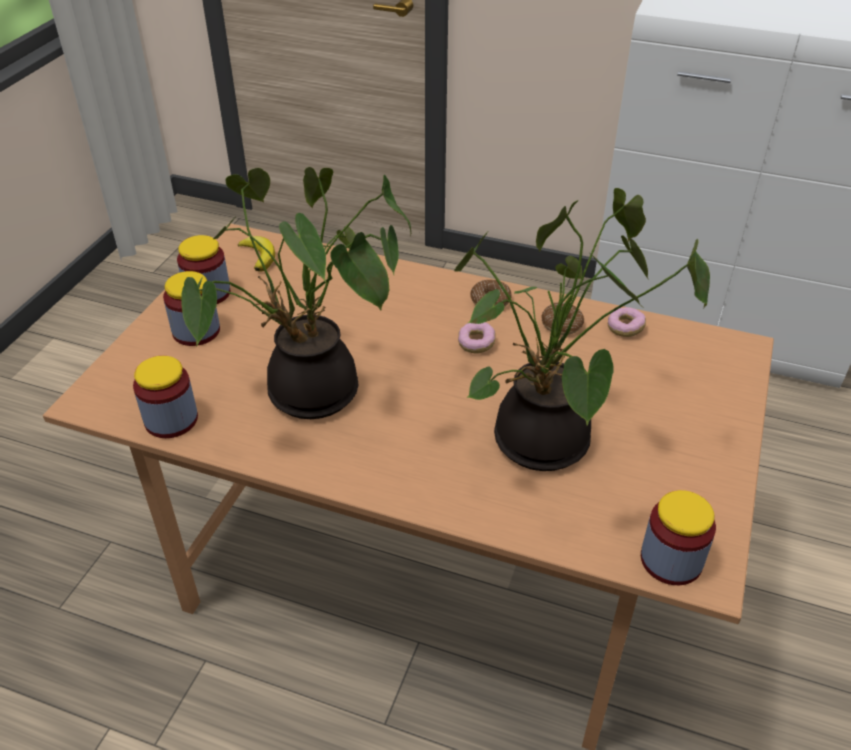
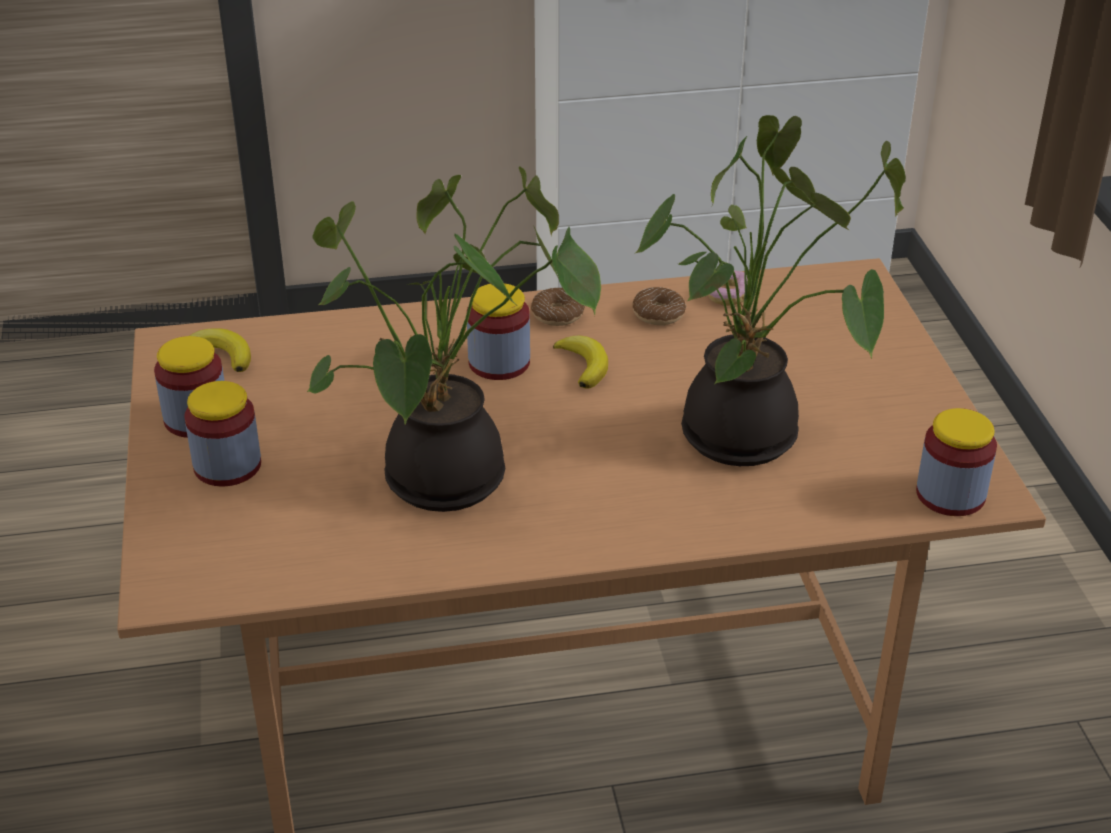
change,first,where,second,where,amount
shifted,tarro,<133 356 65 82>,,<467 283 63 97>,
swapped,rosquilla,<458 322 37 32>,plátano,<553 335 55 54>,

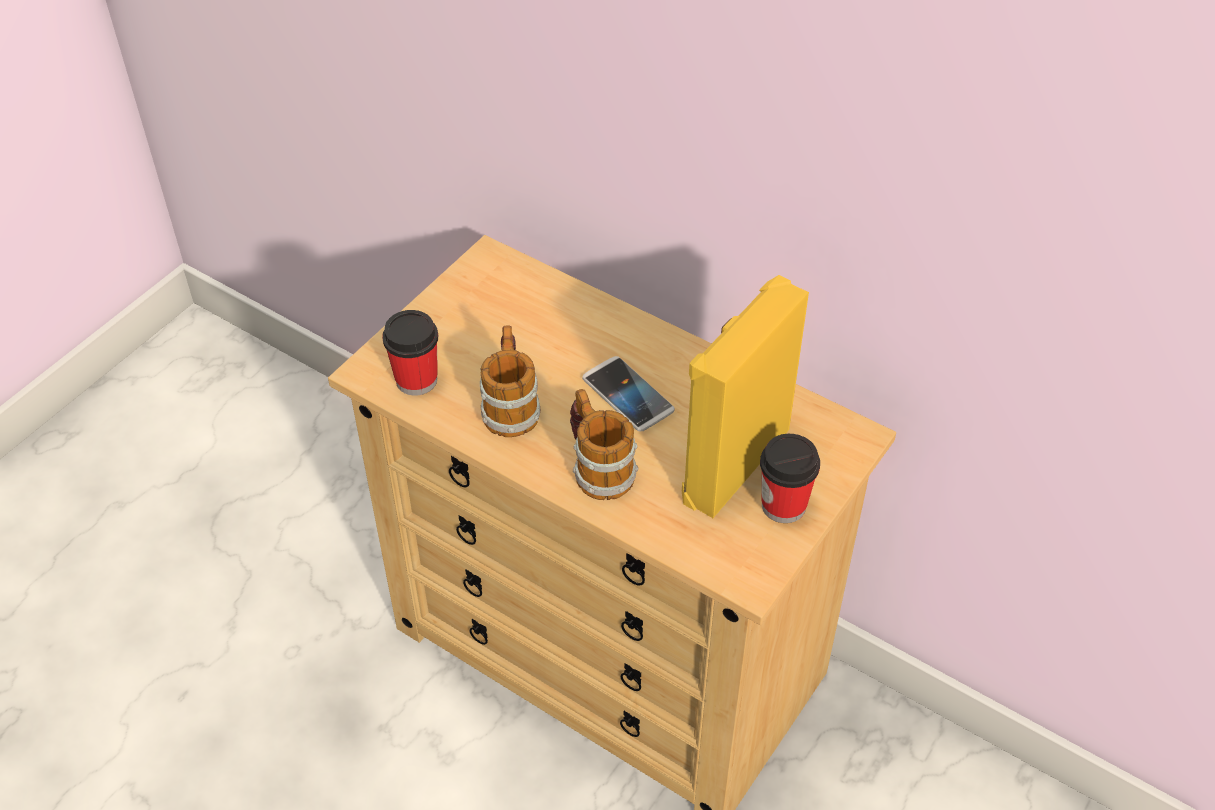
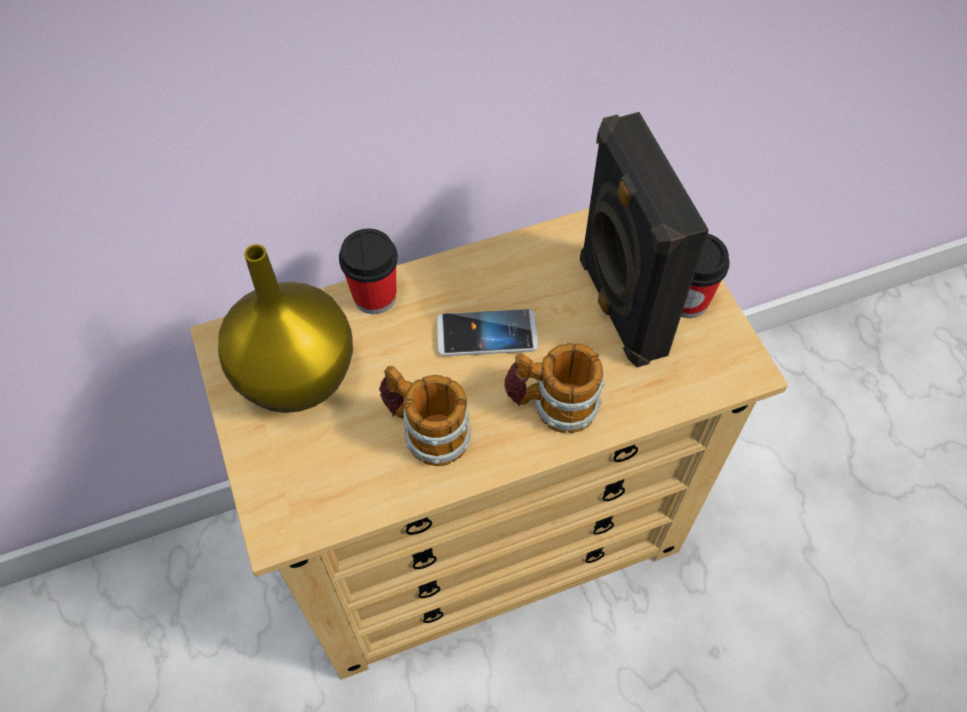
change,first,where,second,where,amount
new,,,florero/amarillo,<218 244 135 169>,
shifted,taza,<382 310 56 85>,,<339 229 59 85>,
repainted,altavoz/amarillo,<682 275 127 243>,altavoz/negro,<580 112 129 256>,

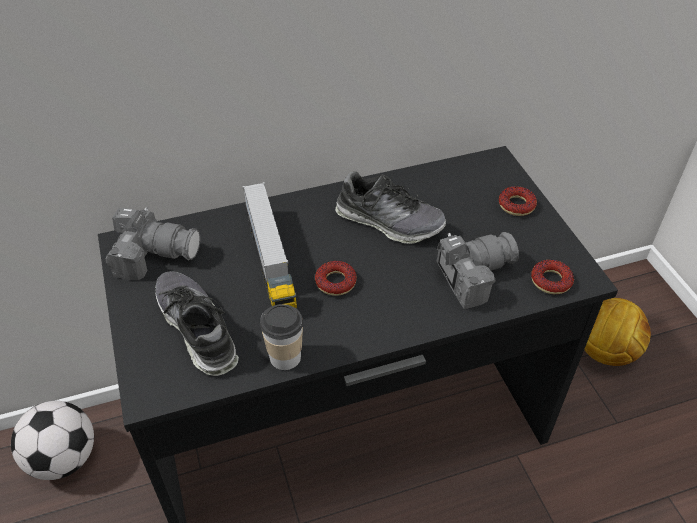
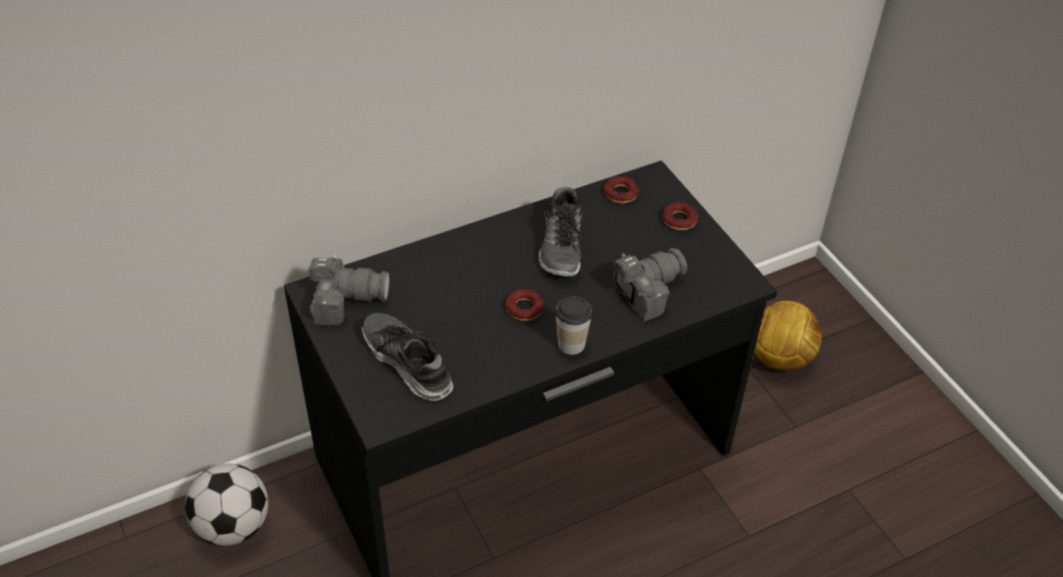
change,first,where,second,where,amount
rotated,zapato,<335 171 111 73>,,<539 187 43 90>,75 degrees clockwise
shifted,taza,<260 304 43 66>,,<556 296 36 59>,
shifted,rosquilla,<531 259 43 35>,,<604 176 35 28>,
gone,camión de juguete,<242 182 55 127>,,,

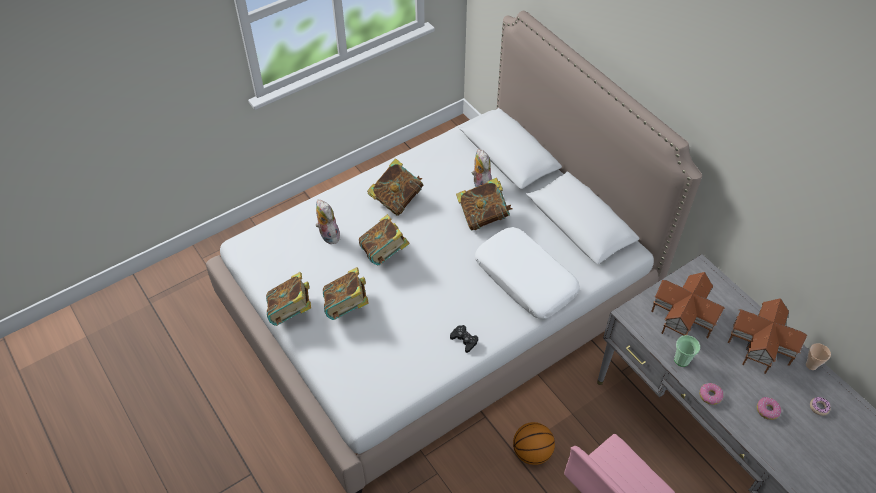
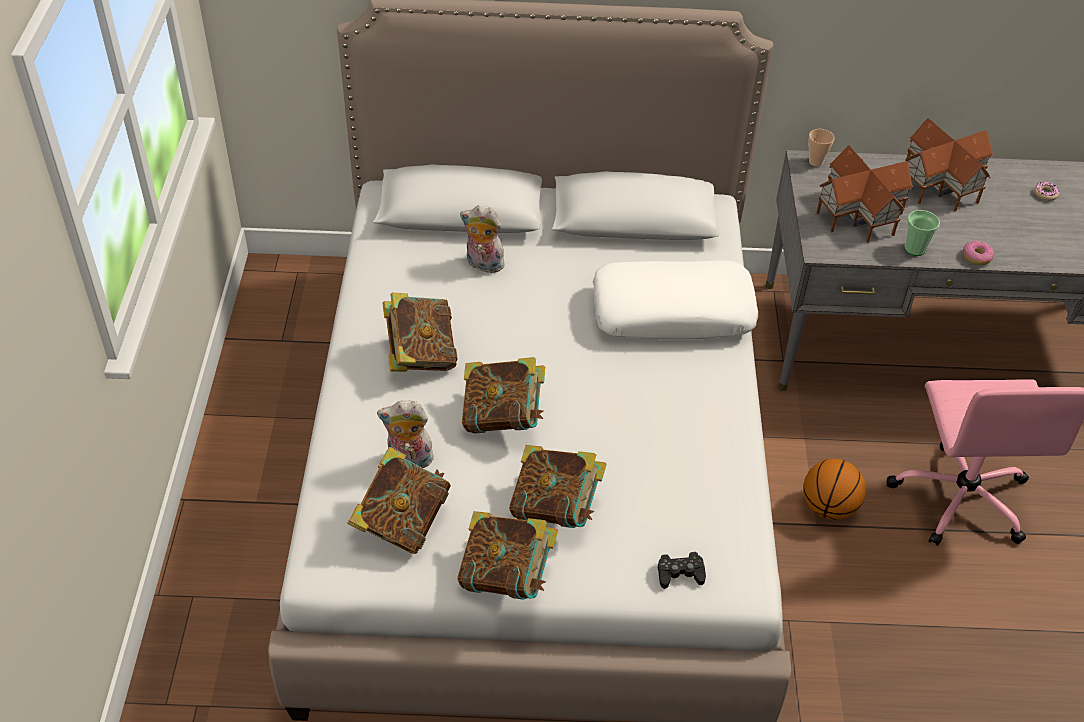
change,first,where,second,where,amount
shifted,libro,<456 178 56 52>,,<347 447 104 107>,
shifted,mando de consola/negro,<450 325 28 28>,,<658 552 48 37>,
shifted,taza,<806 343 25 27>,,<809 129 26 38>,
gone,rosquilla,<757 397 24 23>,,,

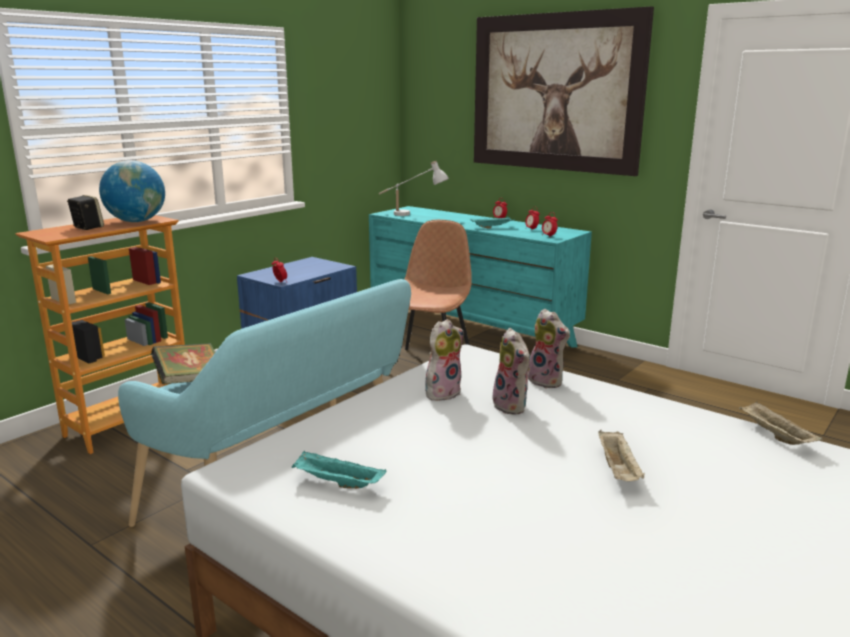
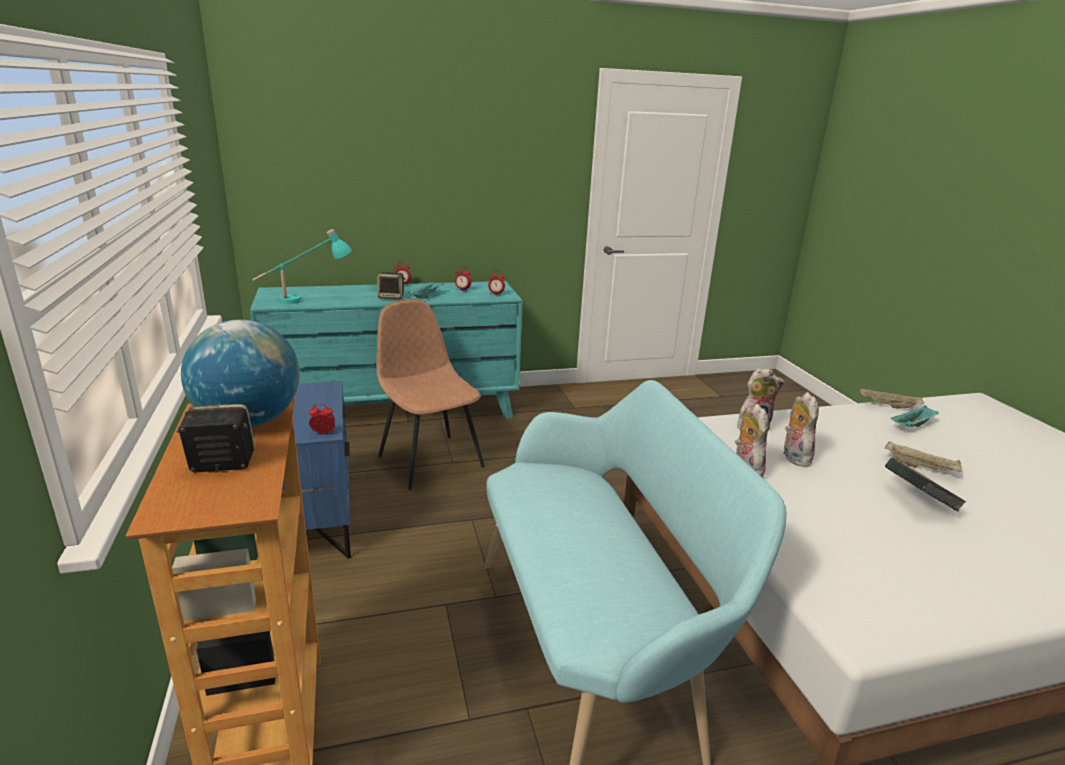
change,first,where,second,where,amount
repainted,lámpara de mesa/blanco,<379 161 70 55>,lámpara de mesa/turquesa,<252 229 100 75>,
new,,,altavoz,<377 272 28 27>,
rotated,peluche,<493 328 37 87>,,<783 392 36 75>,105 degrees counterclockwise
shifted,libro,<151 343 64 41>,,<885 457 81 54>,
shifted,bandeja/turquesa,<292 451 94 38>,,<890 406 49 21>,
gone,cuadro,<474 6 180 170>,,,

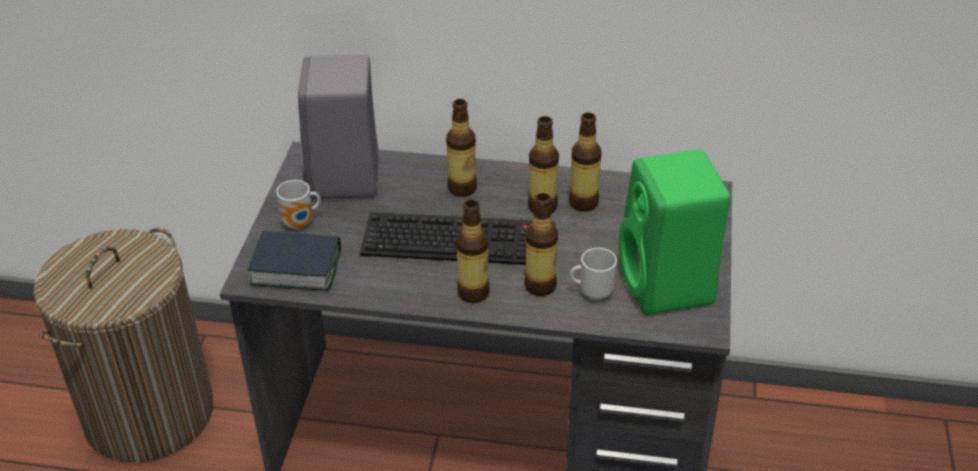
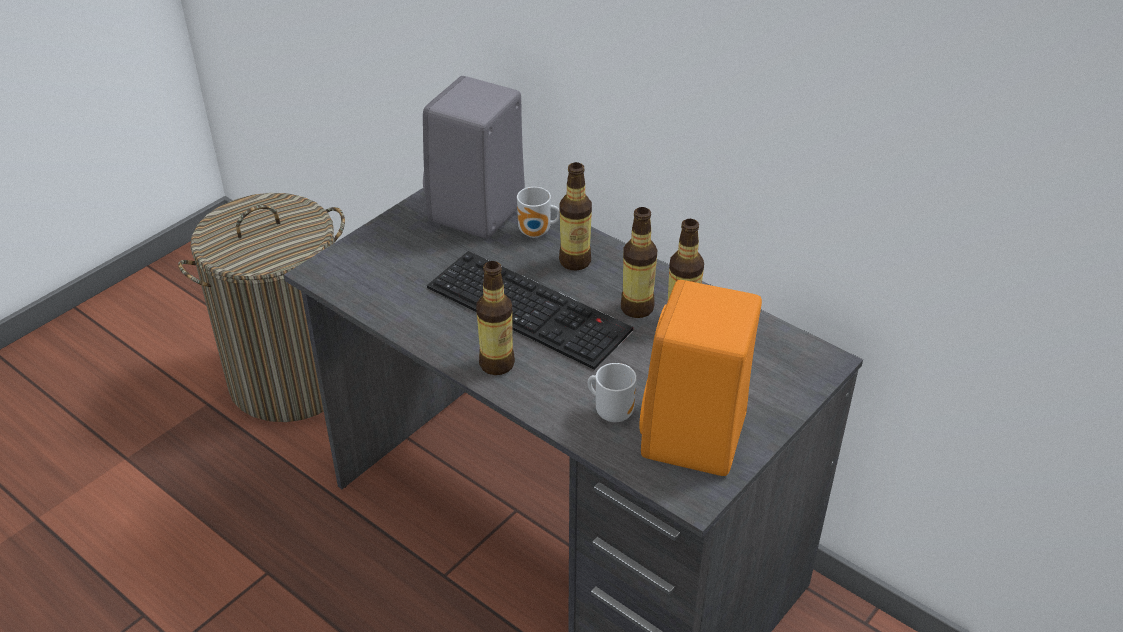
change,first,where,second,where,amount
shifted,taza grande,<276 180 45 49>,,<517 187 43 51>,
repainted,altavoz/verde,<619 150 111 165>,altavoz/naranja,<639 280 123 196>,
gone,libro,<248 231 93 60>,,,
gone,botella,<524 193 34 103>,,,

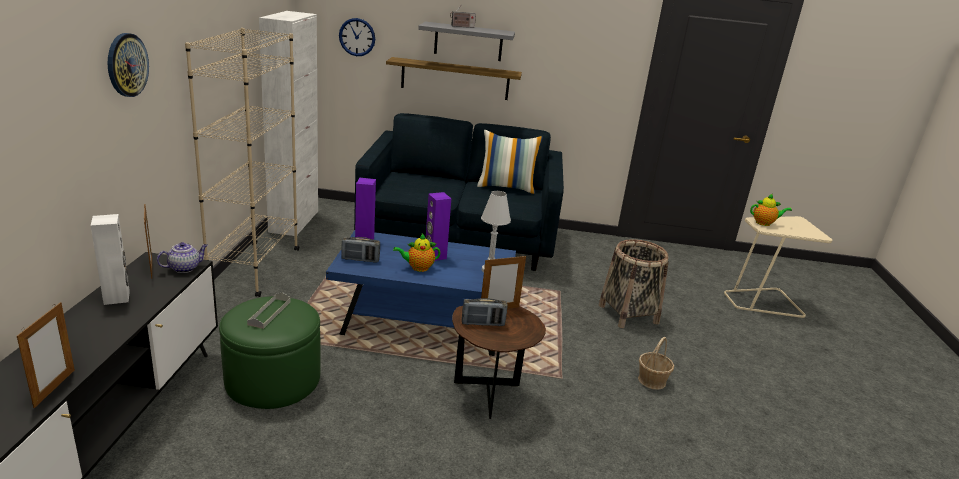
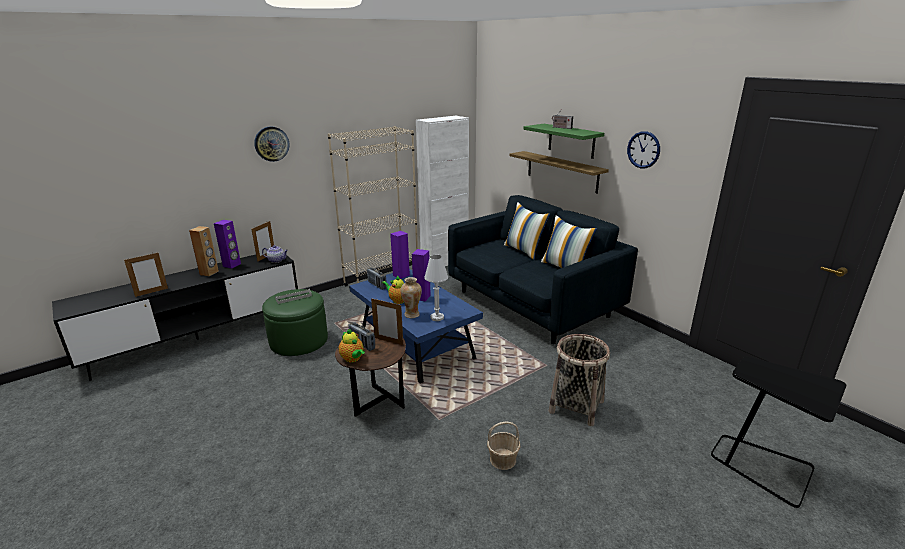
change,first,where,second,where,amount
new,,,altavoz/marrón,<189 226 30 50>,
repainted,altavoz/blanco,<90 214 40 91>,altavoz/morado,<214 220 27 49>,
shifted,tetera,<750 194 42 32>,,<339 329 26 34>,
new,,,florero,<400 277 22 41>,
new,,,cojín,<504 202 46 58>,
repainted,estante/gris,<418 22 97 39>,estante/verde,<523 124 81 35>,
shifted,reloj de pared,<339 18 36 38>,,<627 131 33 37>,
repainted,mesa auxiliar/beis,<724 216 109 102>,mesa auxiliar/negro,<711 357 135 151>,

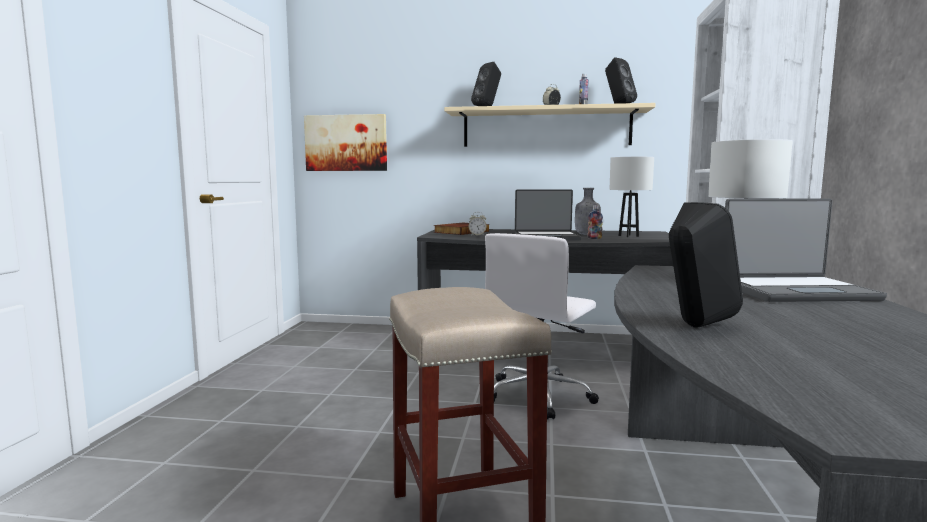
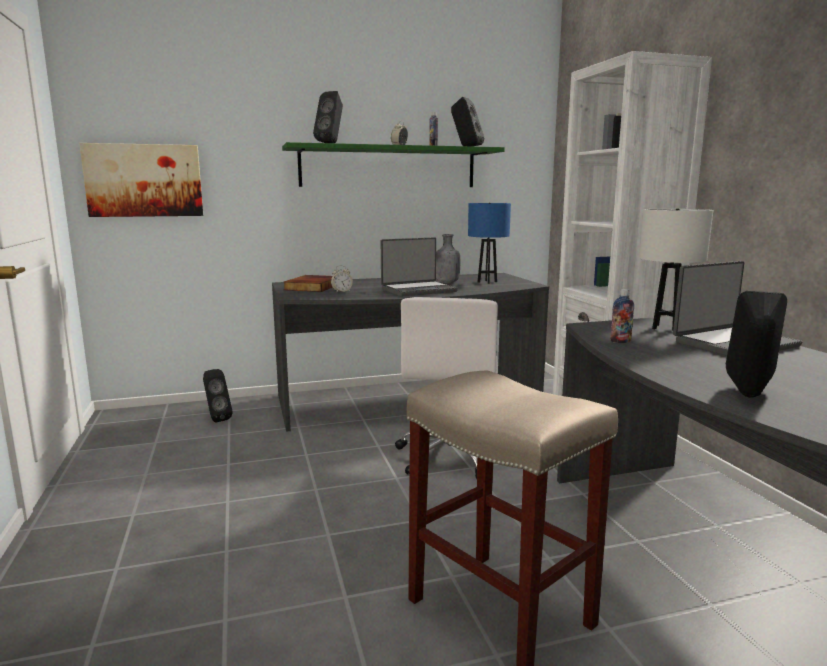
change,first,where,second,where,amount
new,,,altavoz/negro,<203 369 30 54>,
repainted,estante/beis,<444 103 212 44>,estante/verde,<282 142 223 45>,
repainted,lámpara de mesa/blanco,<609 157 45 80>,lámpara de mesa/azul,<468 203 43 81>,
shifted,botella,<587 205 16 34>,,<610 289 24 54>,

